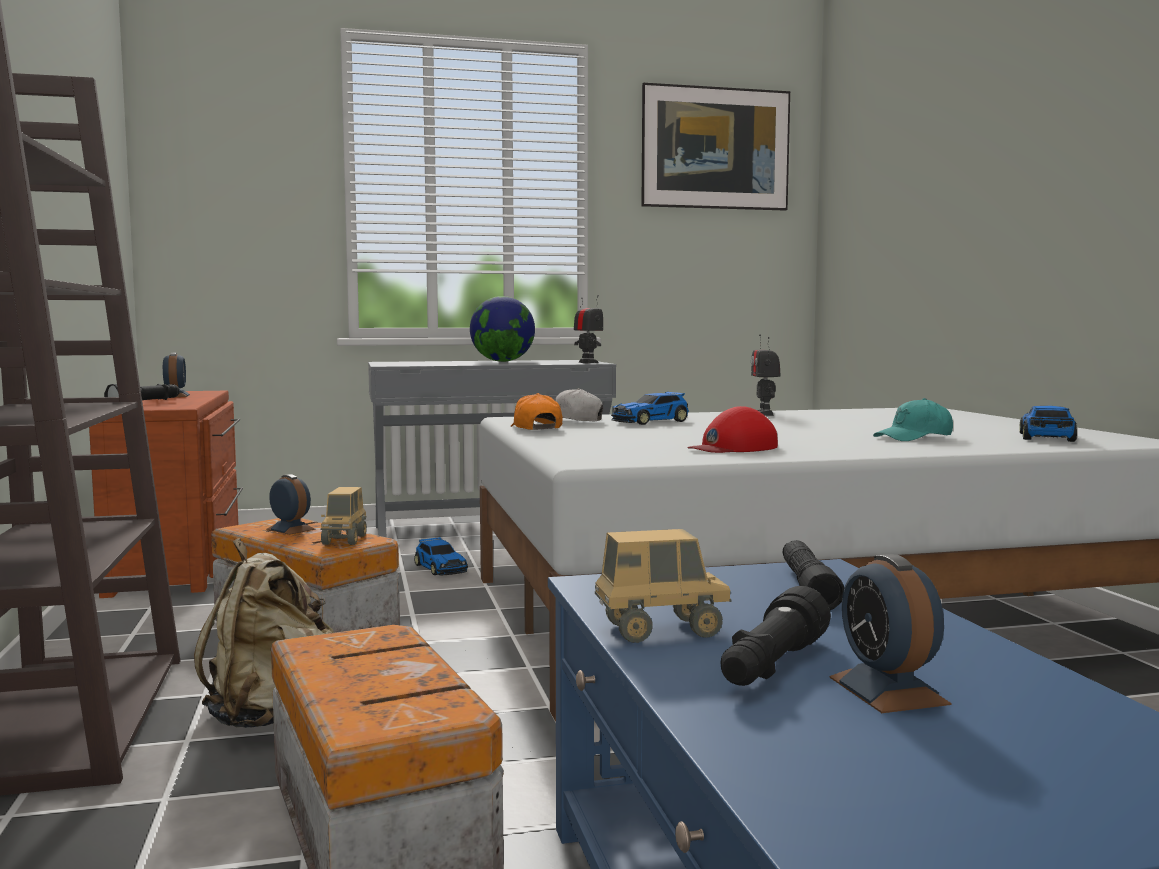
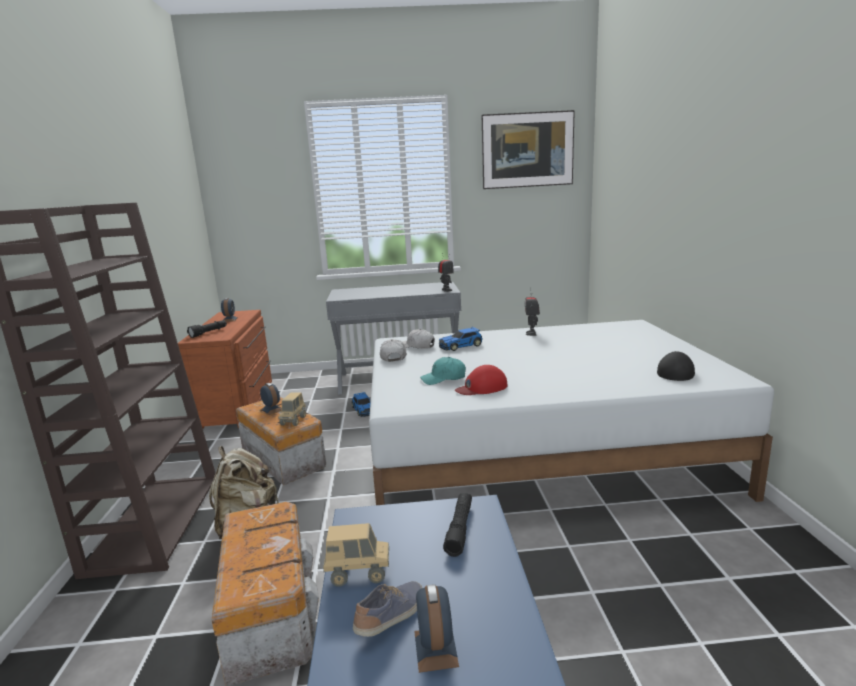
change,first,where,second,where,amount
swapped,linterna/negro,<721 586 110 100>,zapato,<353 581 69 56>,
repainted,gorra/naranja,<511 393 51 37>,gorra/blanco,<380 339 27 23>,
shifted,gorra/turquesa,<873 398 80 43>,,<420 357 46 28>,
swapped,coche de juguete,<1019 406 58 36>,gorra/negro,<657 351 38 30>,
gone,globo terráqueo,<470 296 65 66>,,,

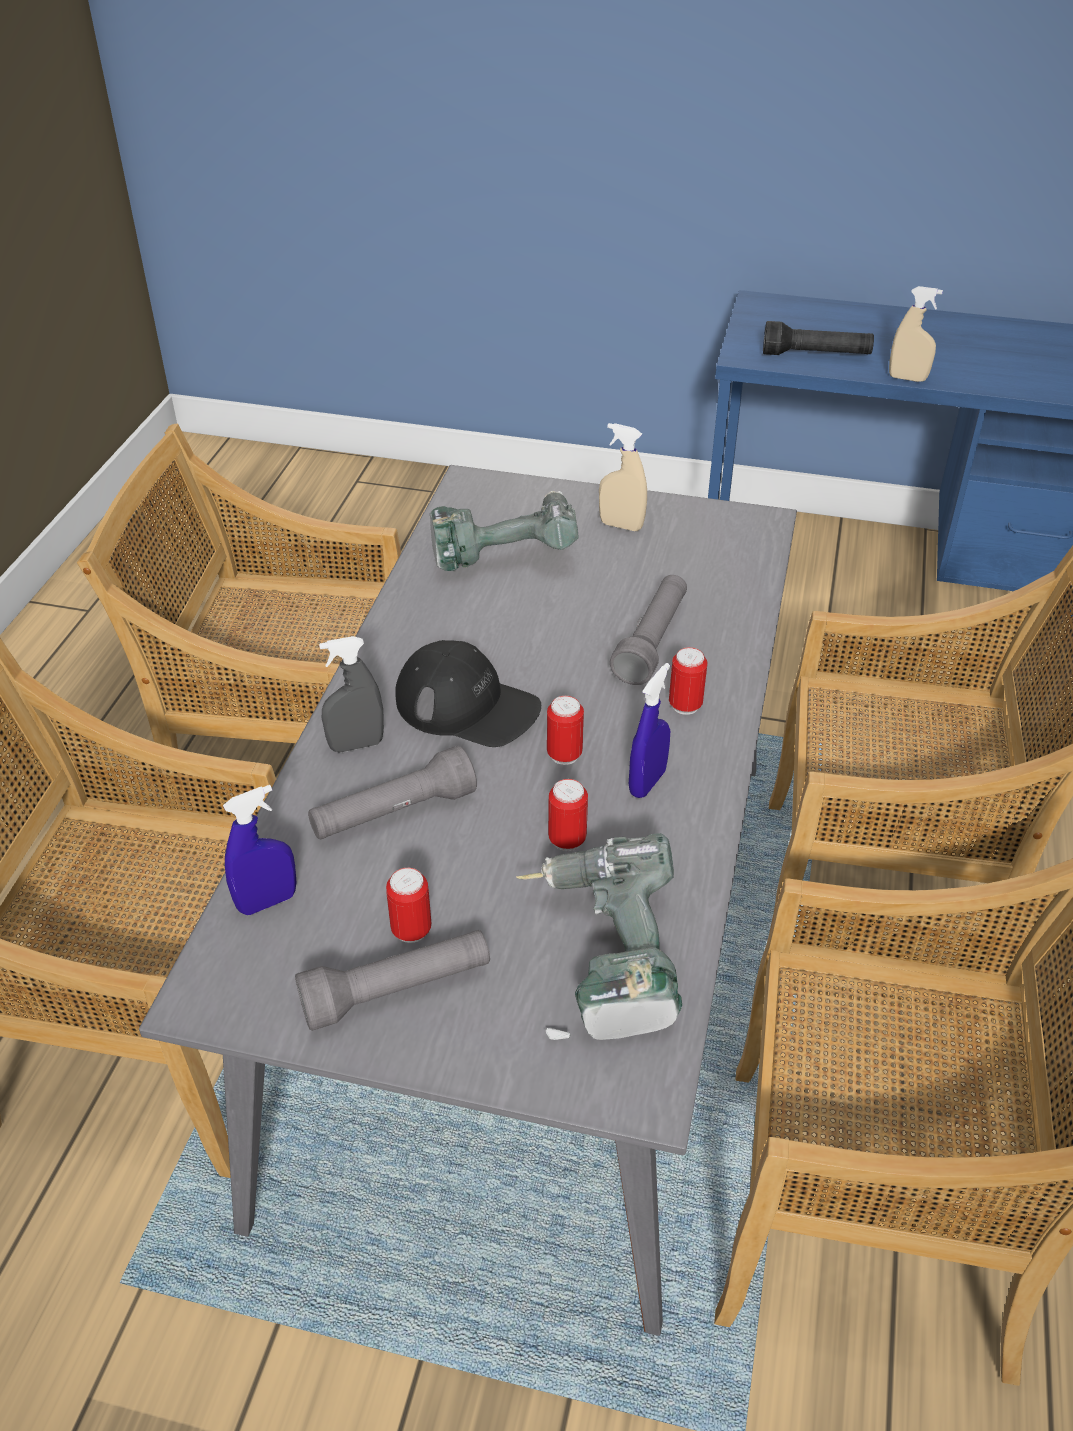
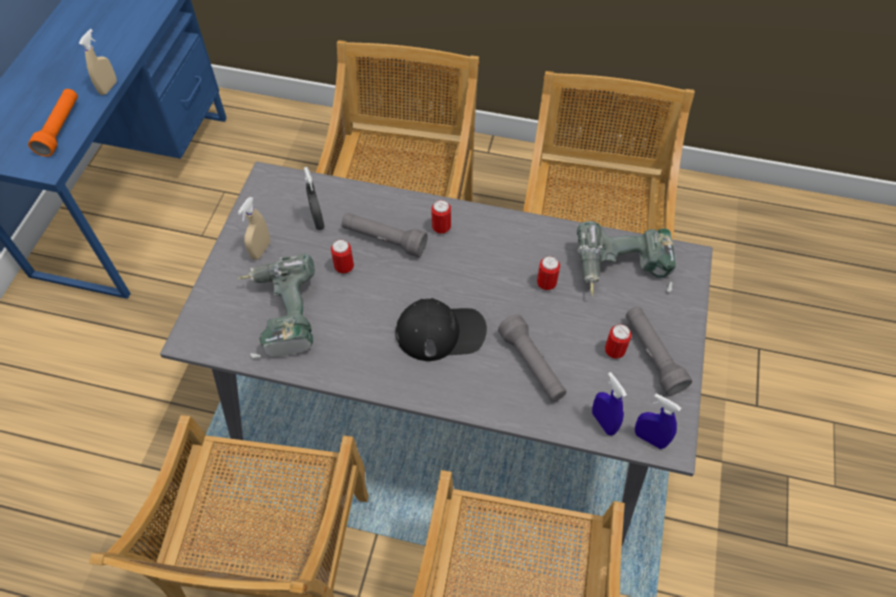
change,first,where,second,where,amount
repainted,linterna/negro,<763 321 111 34>,linterna/naranja,<28 89 50 68>,
shifted,pulverizador/gris,<319 636 65 117>,,<304 167 21 63>,
shifted,lata,<547 696 37 69>,,<331 239 23 35>,
rotated,gorra/negro,<395 640 146 107>,,<395 298 92 63>,60 degrees clockwise
shifted,pulverizador/azul,<629 663 41 135>,,<635 393 46 56>,

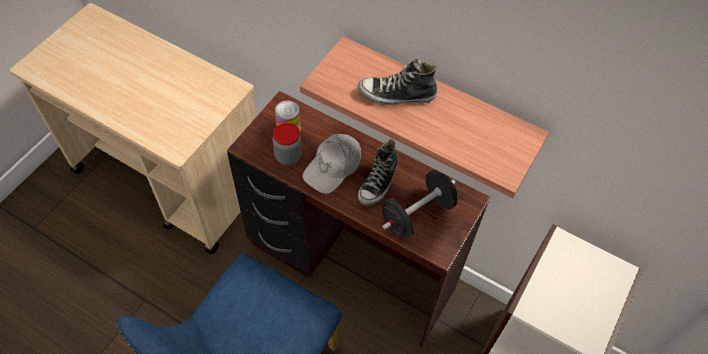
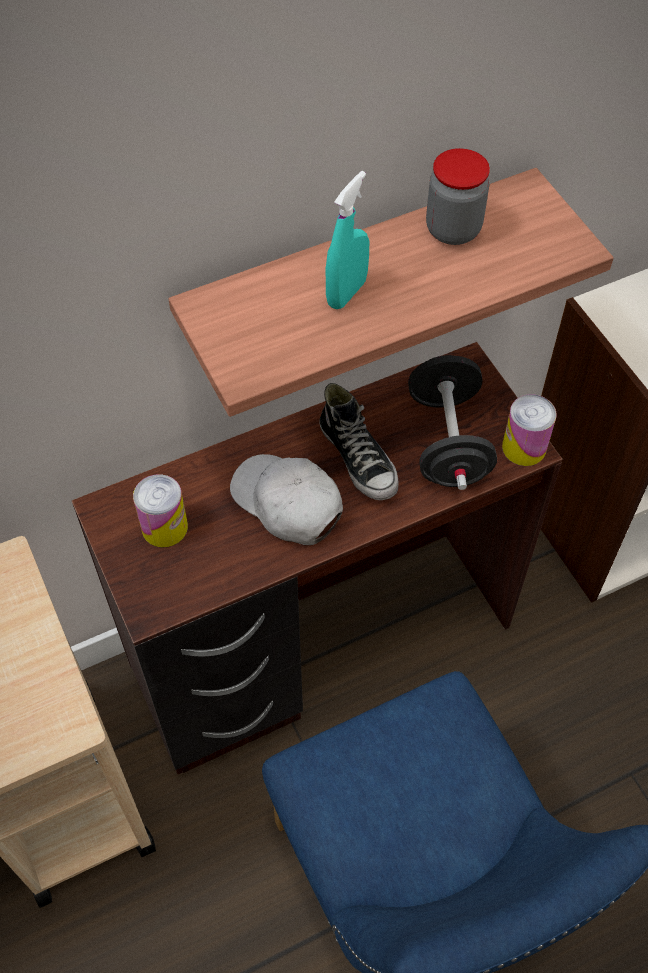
change,first,where,second,where,amount
rotated,gorra/blanco,<302 134 59 60>,,<230 454 113 91>,150 degrees clockwise
swapped,zapato,<358 59 79 46>,pulverizador/turquesa,<326 171 43 138>,
shifted,tarro,<273 123 29 43>,,<426 148 64 97>,
new,,,lata,<502 394 55 72>,

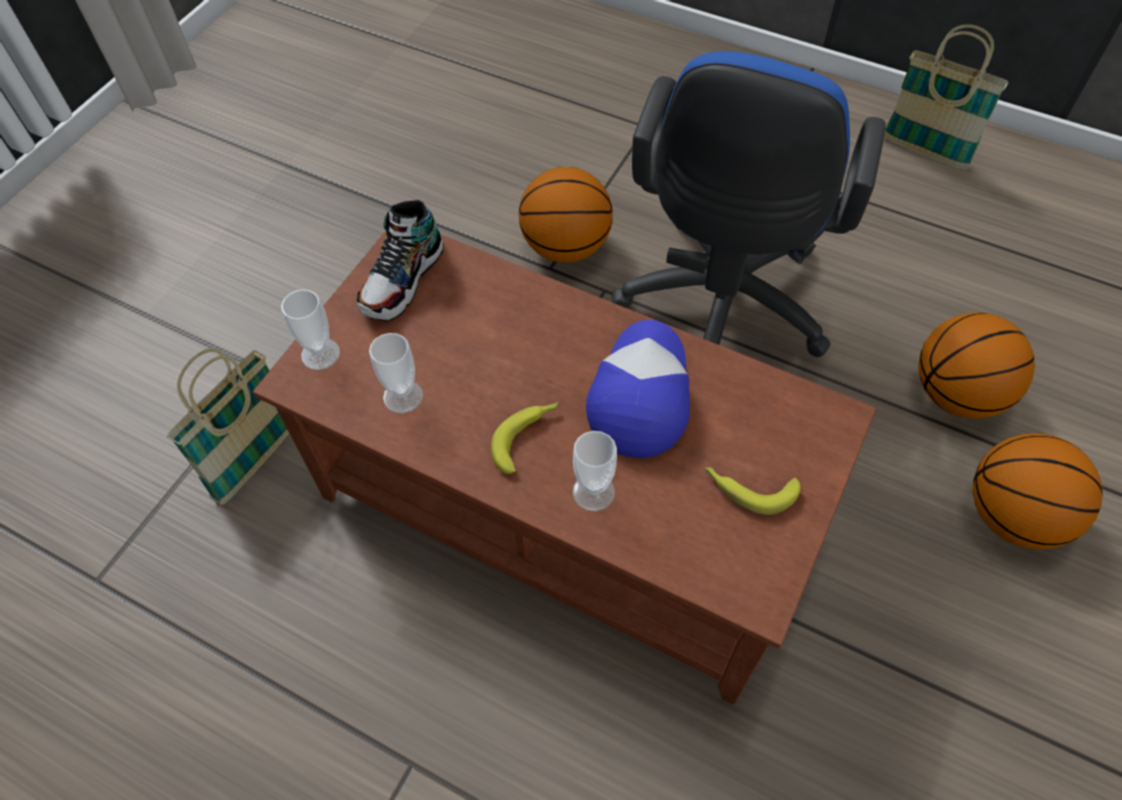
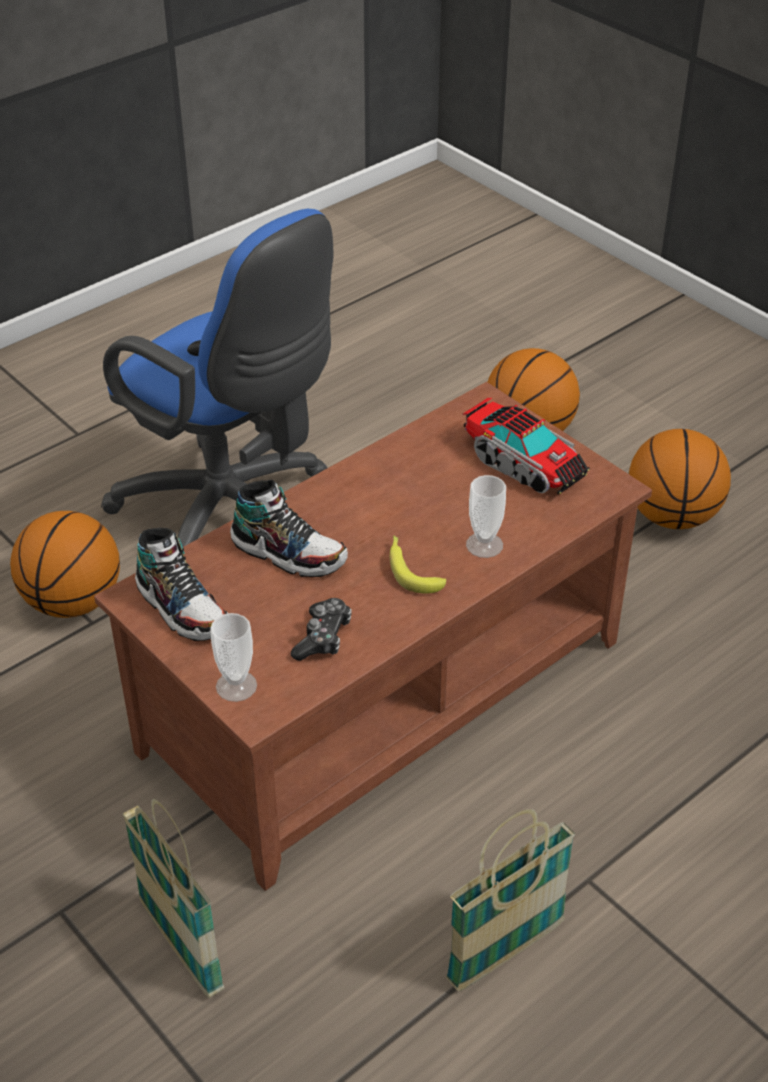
change,first,where,second,where,amount
new,,,zapato,<230 480 118 97>,
swapped,taza,<369 333 54 81>,mando de consola,<291 598 61 63>,
shifted,cesta,<884 24 125 146>,,<446 809 129 182>,
swapped,plátano,<704 467 97 48>,camión de juguete,<463 398 127 97>,
shifted,balón de baloncesto,<918 312 117 107>,,<629 429 102 100>,
gone,gorra,<586 320 104 138>,,,

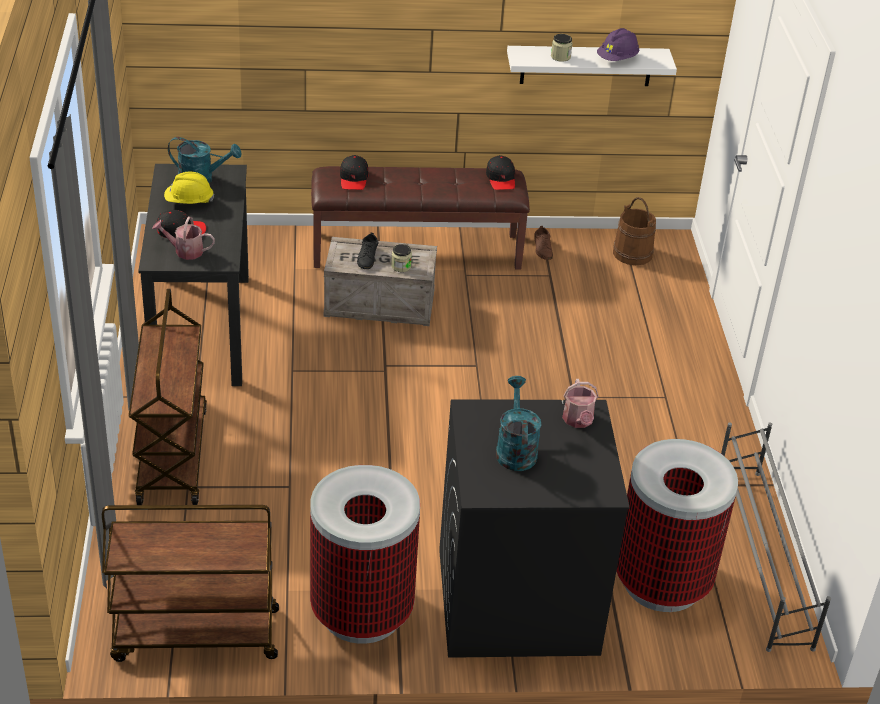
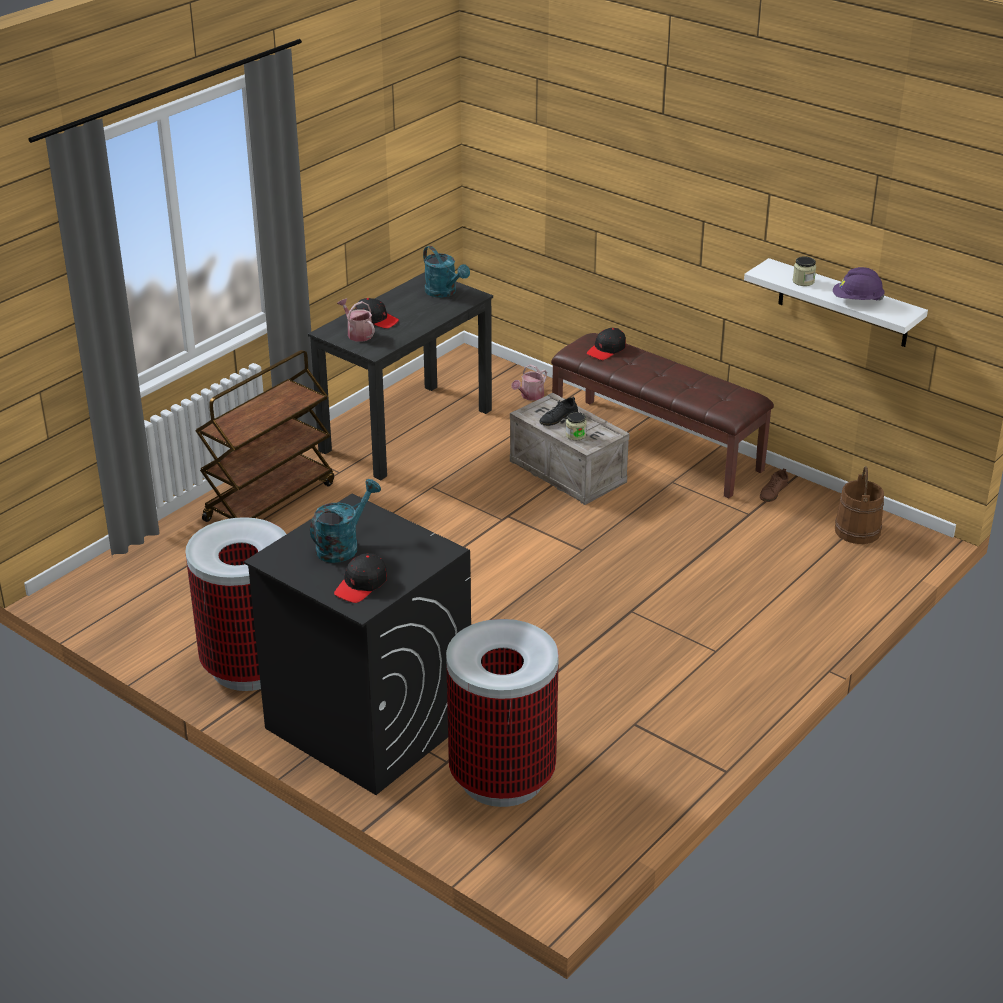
change,first,where,second,where,amount
shifted,gorra/negro,<486 155 29 35>,,<334 553 53 50>,
shifted,regadera,<562 379 37 49>,,<511 364 36 37>,
gone,carrito/marrón,<102 505 177 157>,,,
gone,casco/amarillo,<164 172 50 32>,,,
gone,zapatero/gris,<721 422 110 230>,,,

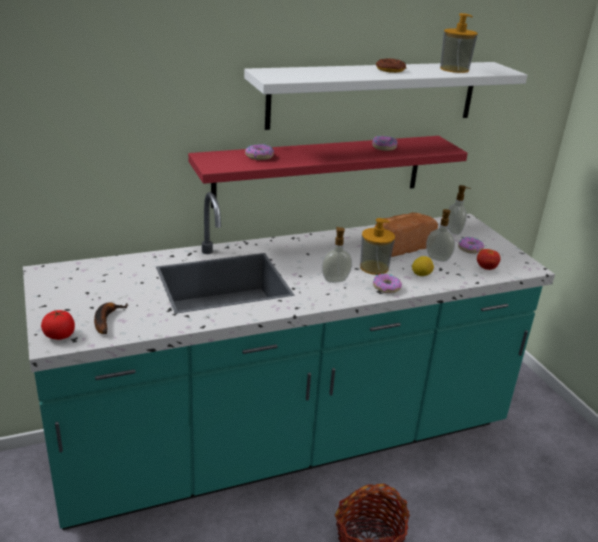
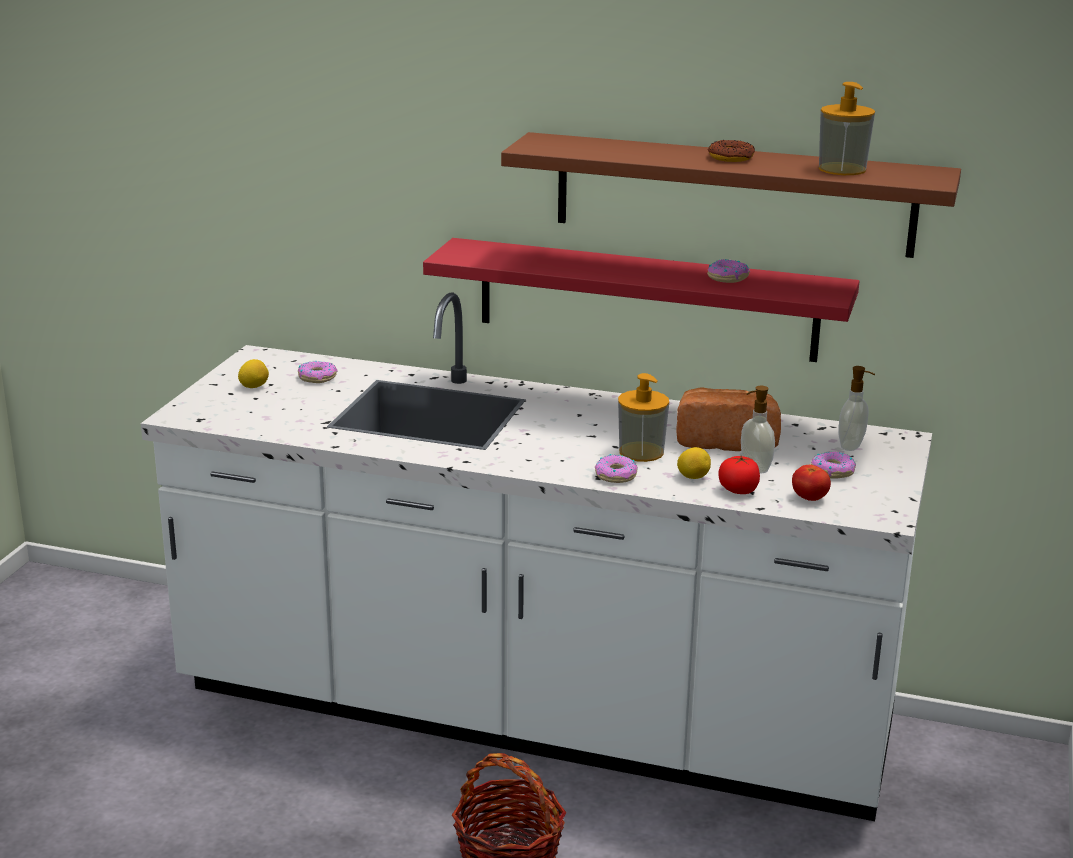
change,first,where,second,where,amount
repainted,mueble bajo de cocina/turquesa,<23 192 532 338>,mueble bajo de cocina/blanco,<141 292 791 529>,
new,,,limón,<238 359 31 29>,
shifted,rosquilla,<245 144 29 16>,,<298 361 40 22>,
repainted,estante/blanco,<244 62 283 68>,estante/marrón,<501 132 460 126>,
shifted,tomate,<41 310 34 30>,,<718 455 42 39>,
gone,plátano,<94 302 34 32>,,,
gone,dispensador de jabón,<322 227 30 56>,,,

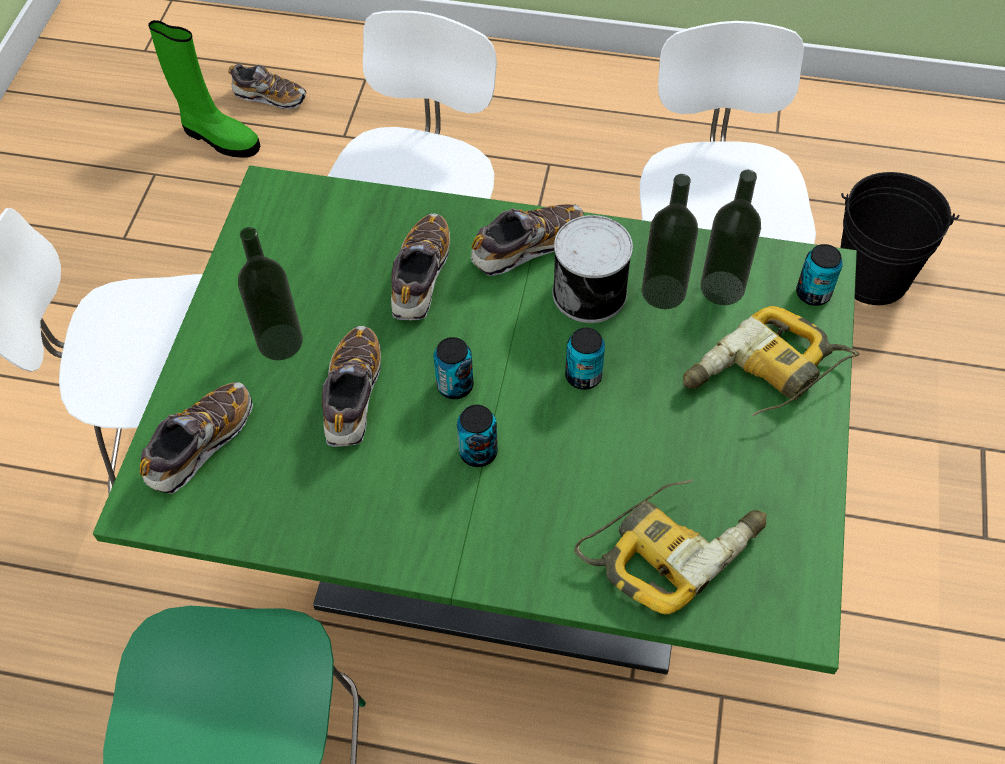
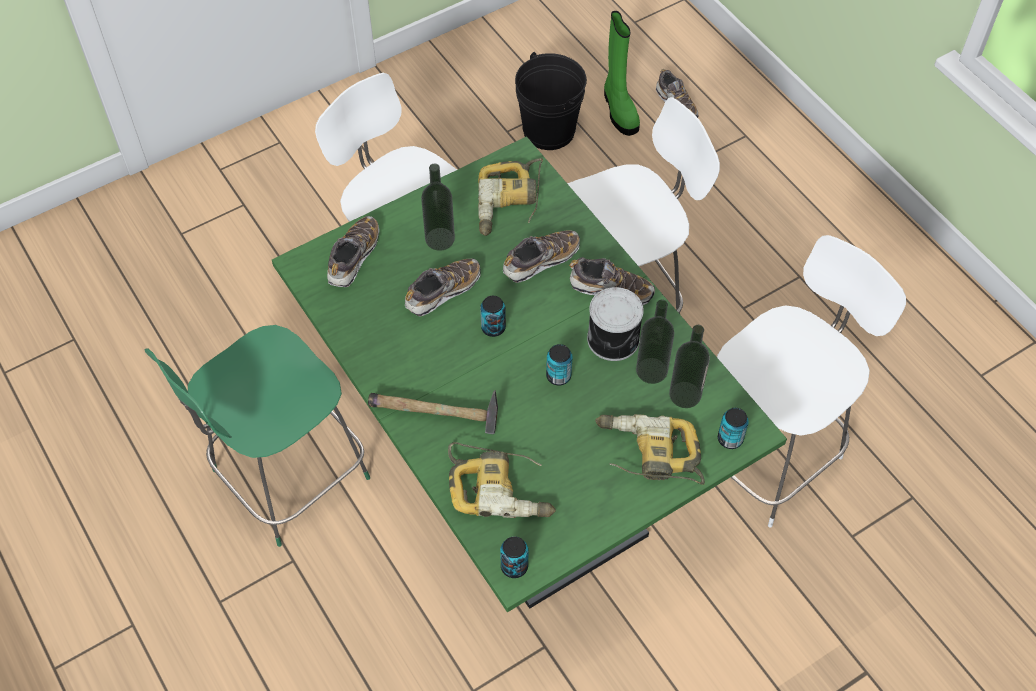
change,first,where,second,where,amount
rotated,zapato,<140 382 113 112>,,<327 216 53 71>,60 degrees counterclockwise
new,,,martillo,<368 390 130 44>,
new,,,taladro,<478 158 65 78>,
shifted,lata,<457 405 40 62>,,<500 536 28 42>,
shifted,cubo/negro,<840 172 120 133>,,<515 51 72 99>,

